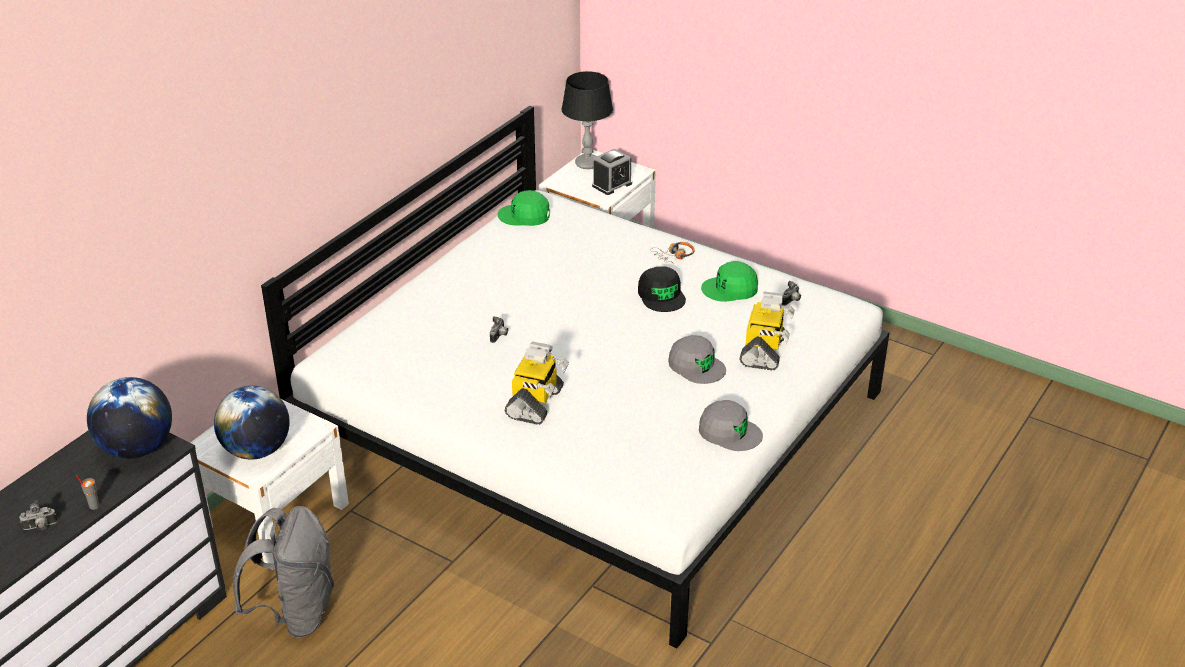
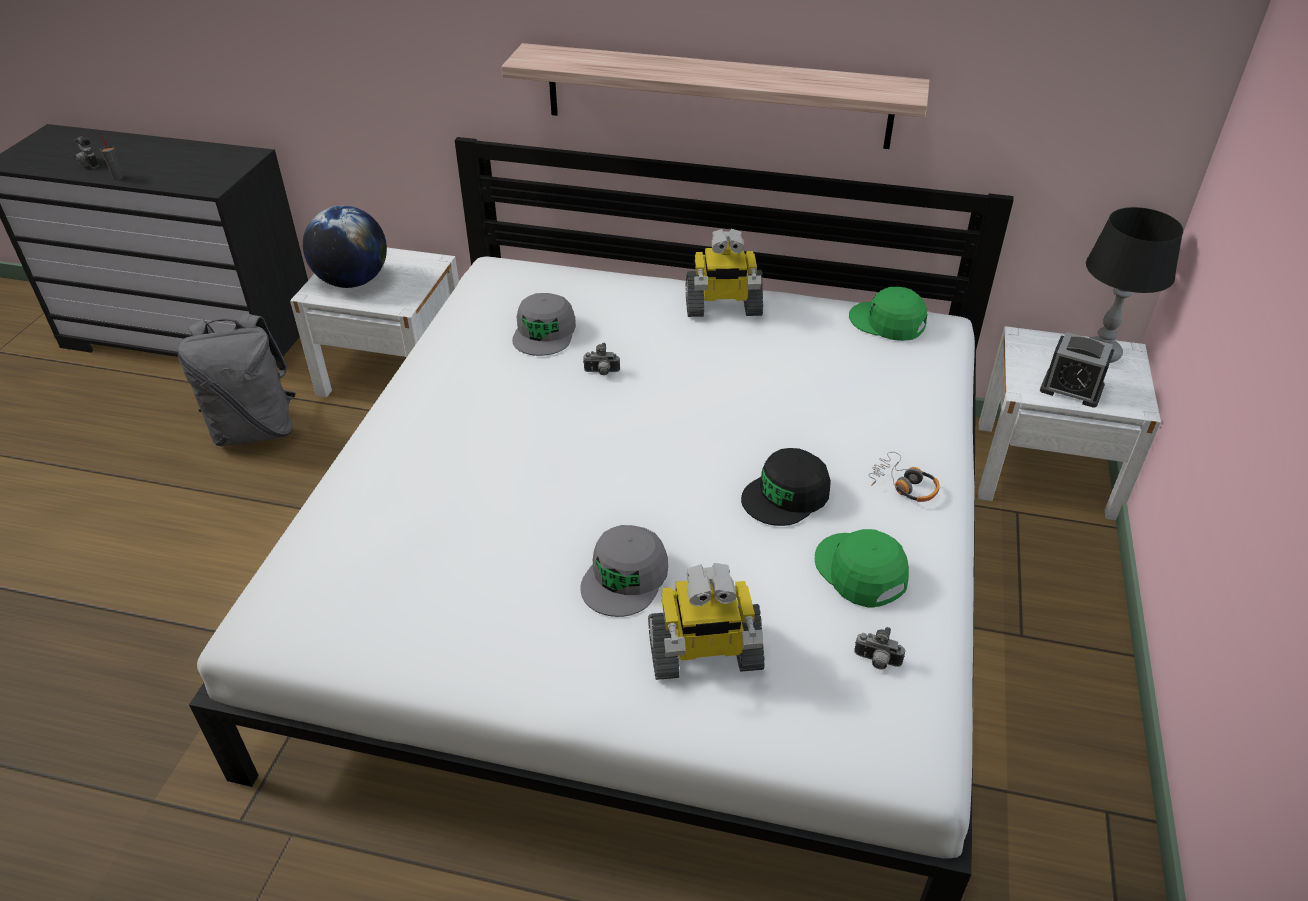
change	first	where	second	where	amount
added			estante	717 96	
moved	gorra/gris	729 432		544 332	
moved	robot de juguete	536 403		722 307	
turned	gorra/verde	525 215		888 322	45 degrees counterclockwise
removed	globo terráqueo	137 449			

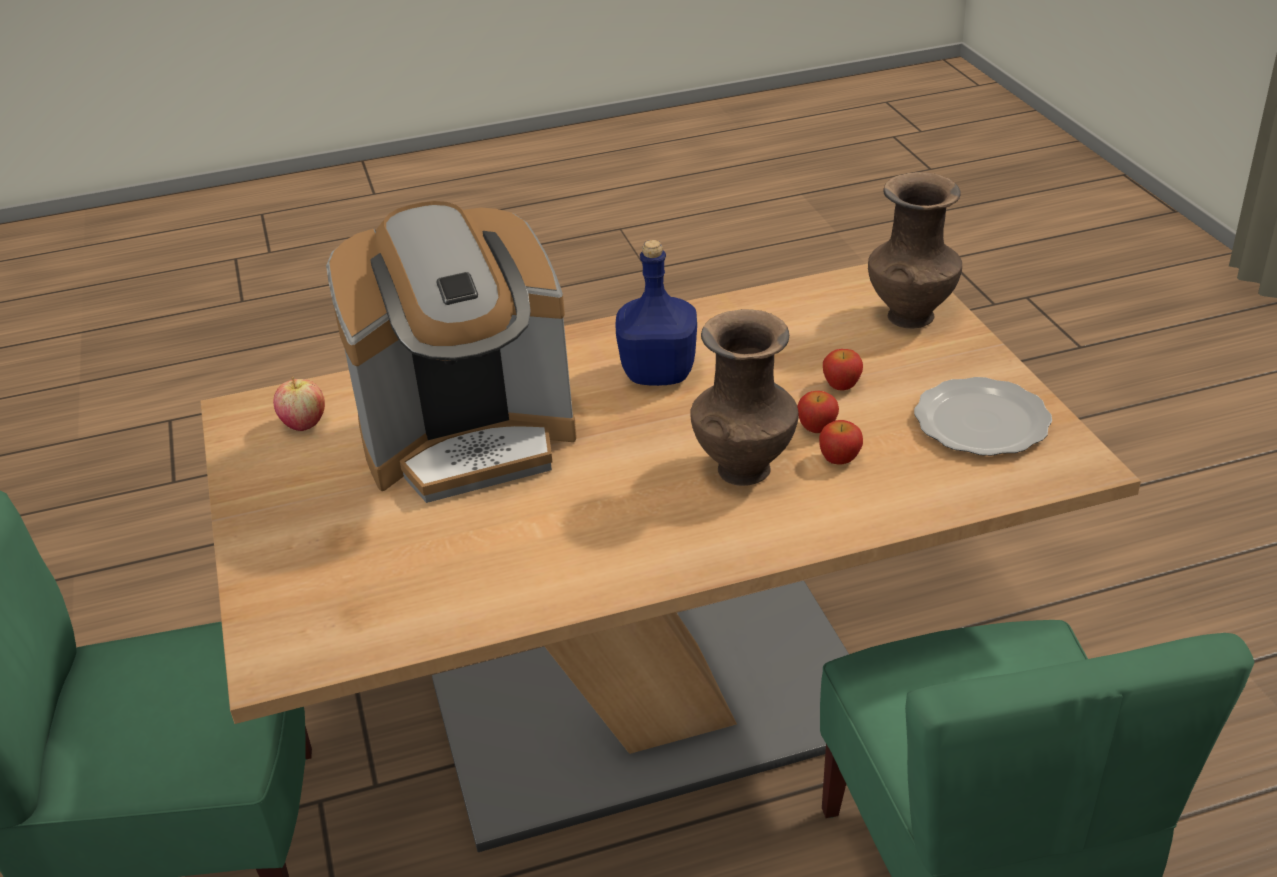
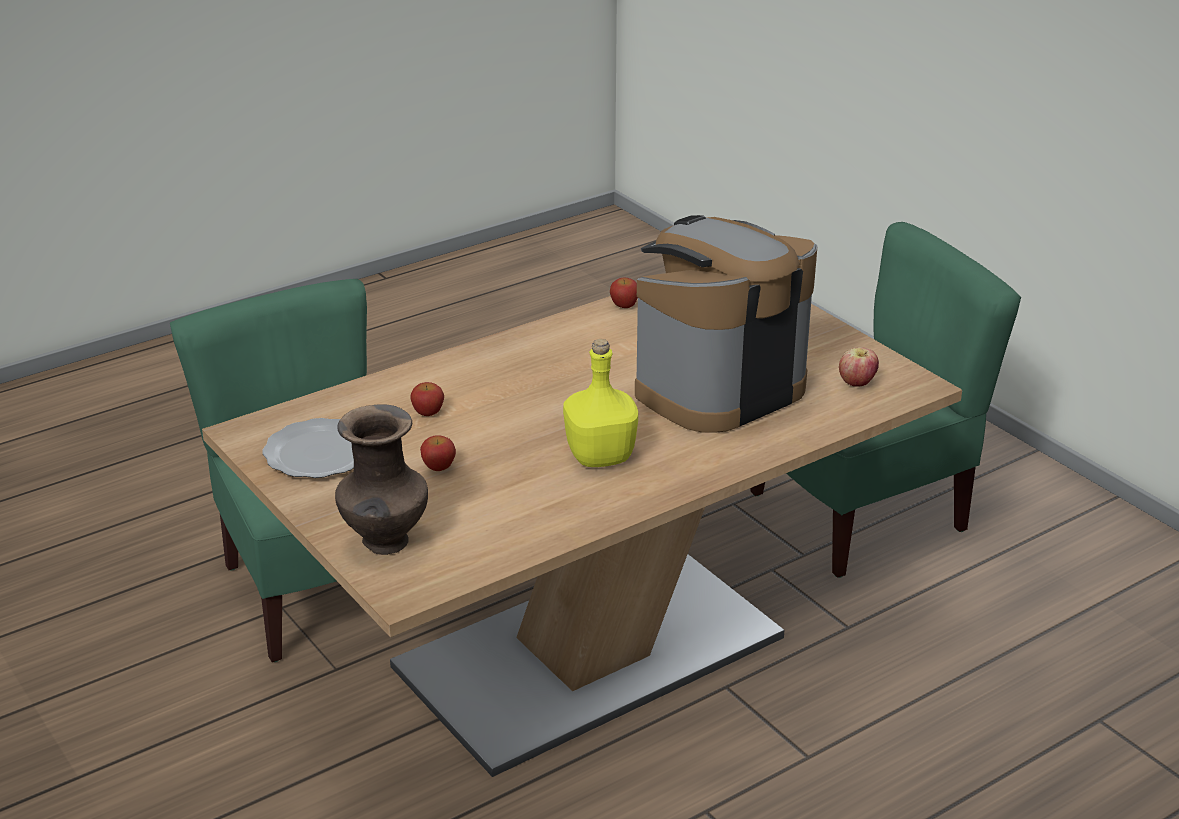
change	first	where	second	where	amount
recoloured	botella/azul	657 374	botella/amarillo	601 456	
moved	manzana	817 428		624 305	
removed	florero/marrón	745 468			

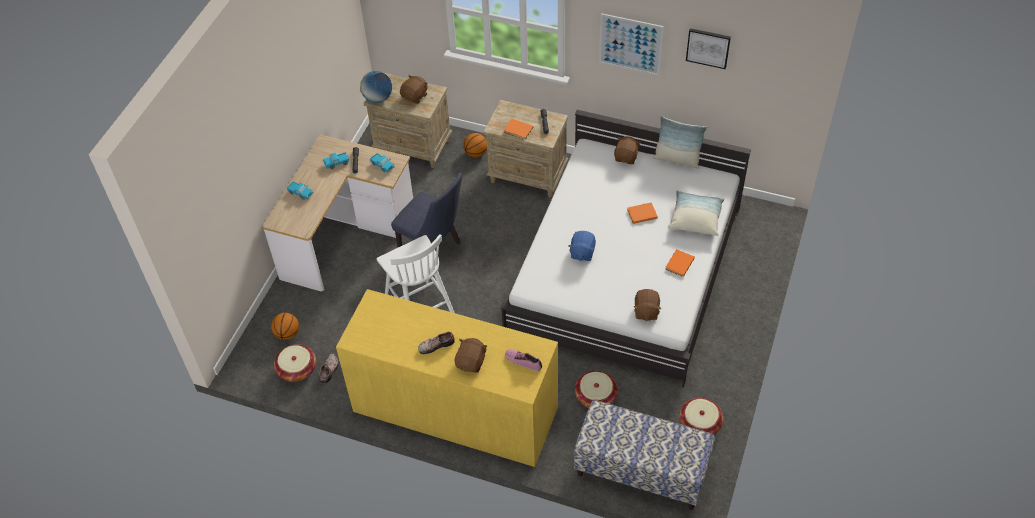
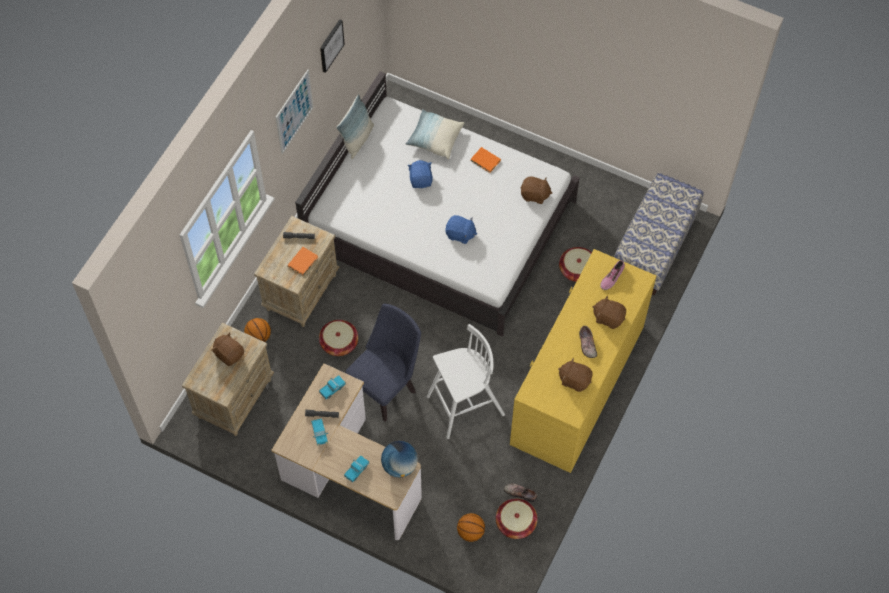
change	first	where	second	where	amount
moved	cesta	699 424		339 343	
moved	globo terráqueo	378 98		399 466	
replaced	libro/naranja	641 214	peluche/azul	421 180	
moved	peluche/marrón	626 157		574 380	

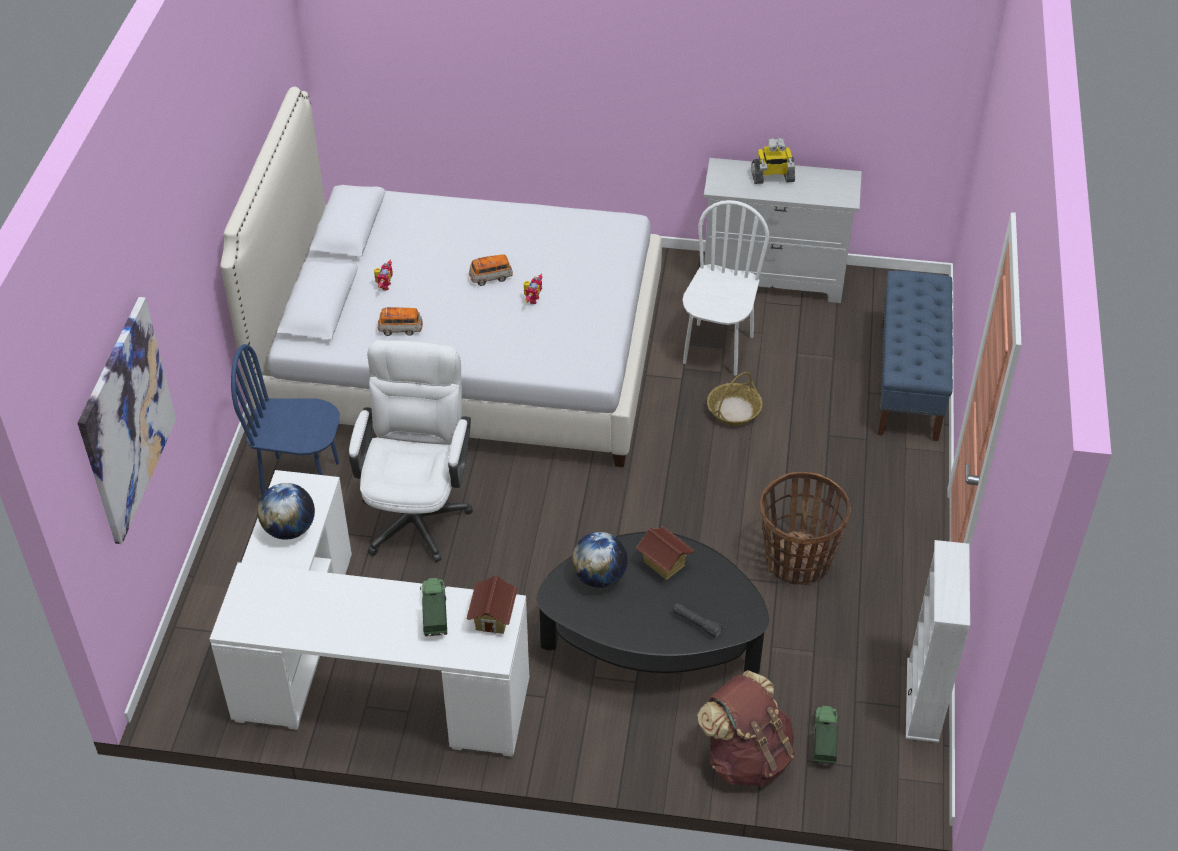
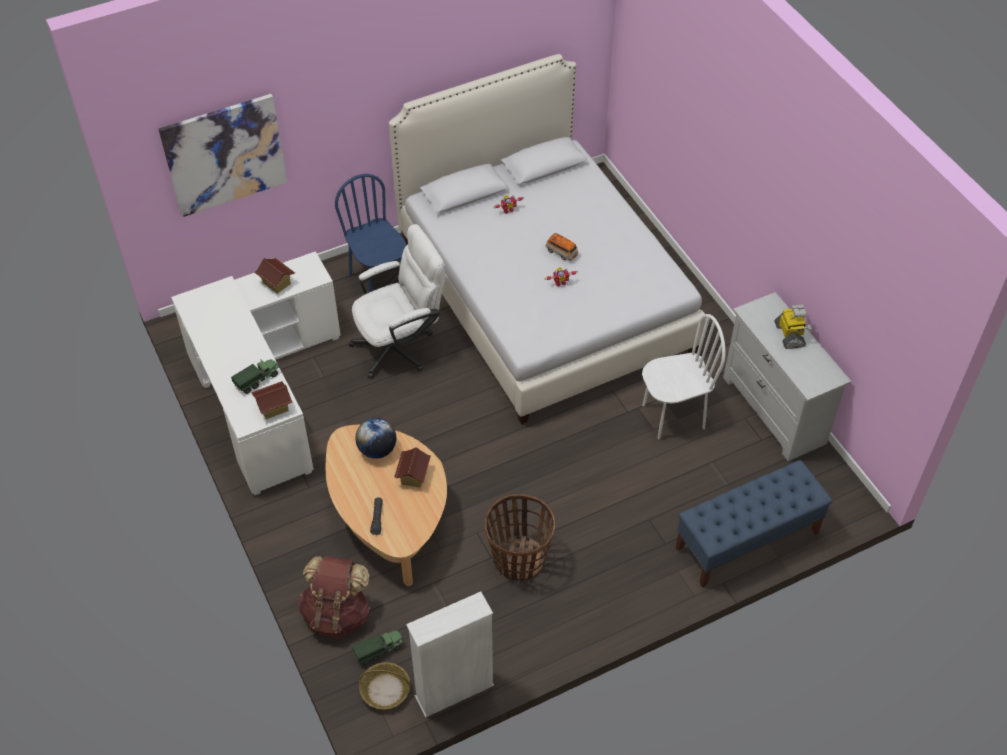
change	first	where	second	where	amount
replaced	globo terráqueo	289 529	casita	276 283	
recoloured	mesa de centro/negro	651 643	mesa de centro/beis	389 517	
moved	cesta	734 410		385 690	
turned	robot de juguete	772 177		790 335	150 degrees counterclockwise
removed	coche de juguete	400 329			

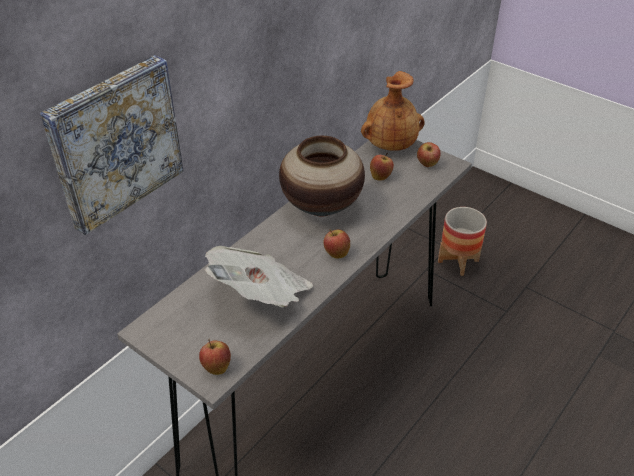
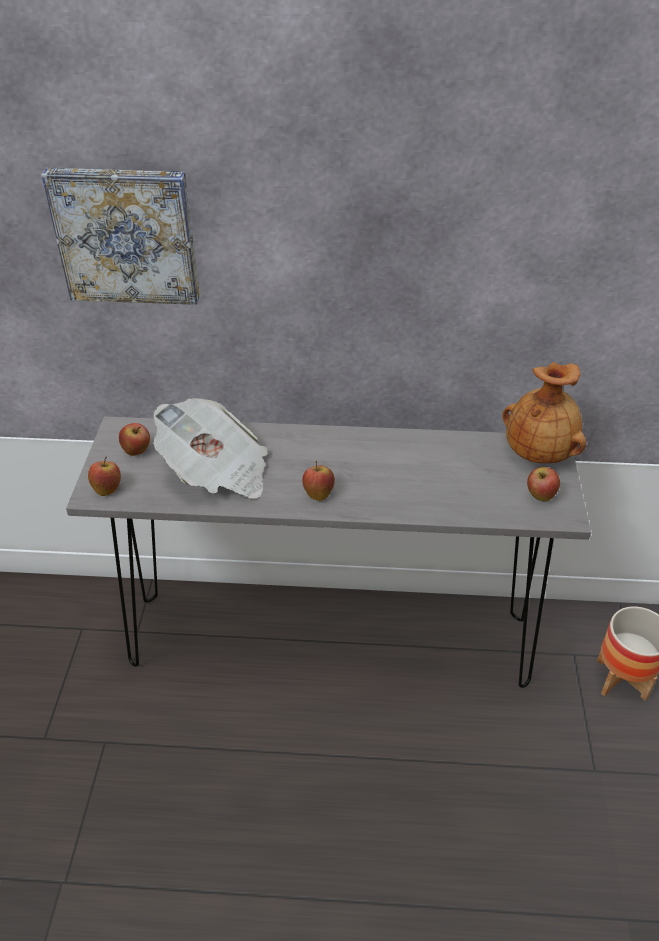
change	first	where	second	where	amount
moved	manzana	380 176		137 451	
removed	florero	321 206			

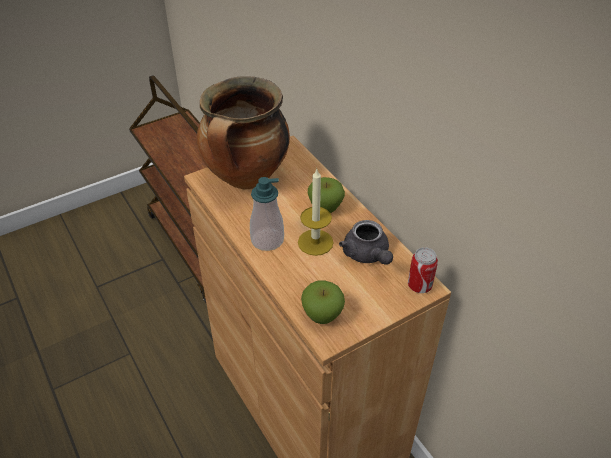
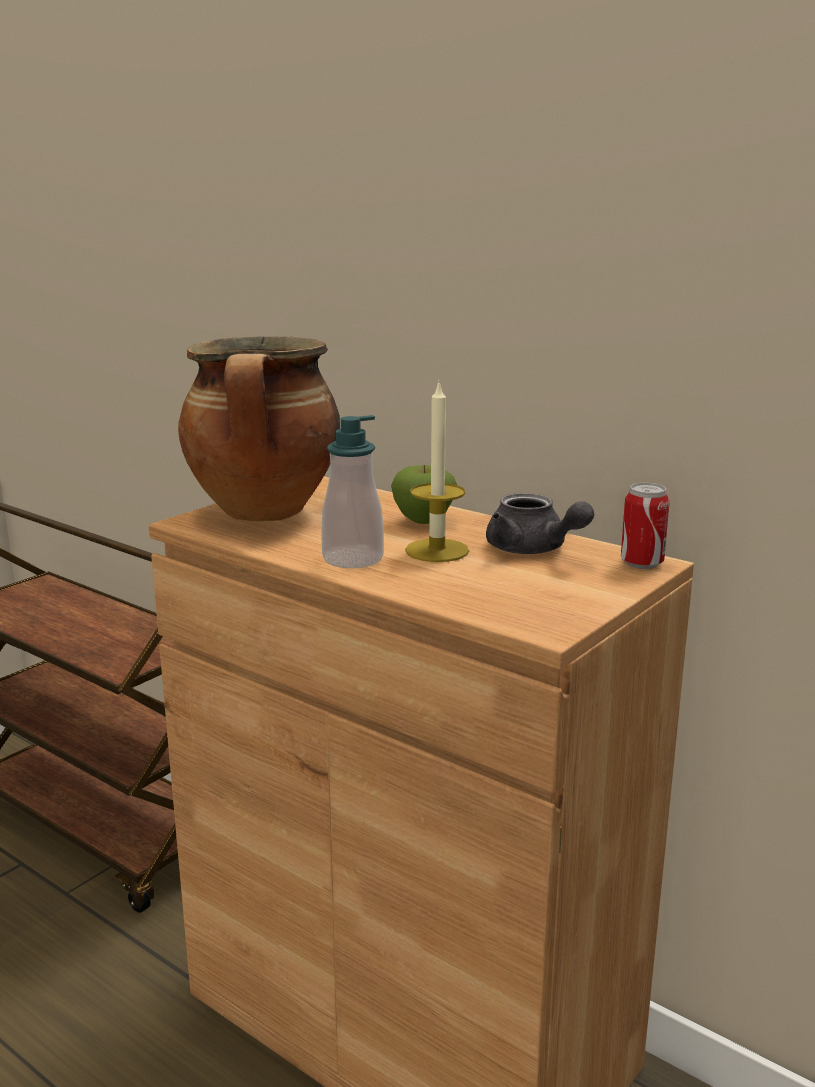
change	first	where	second	where	amount
removed	manzana	322 315			

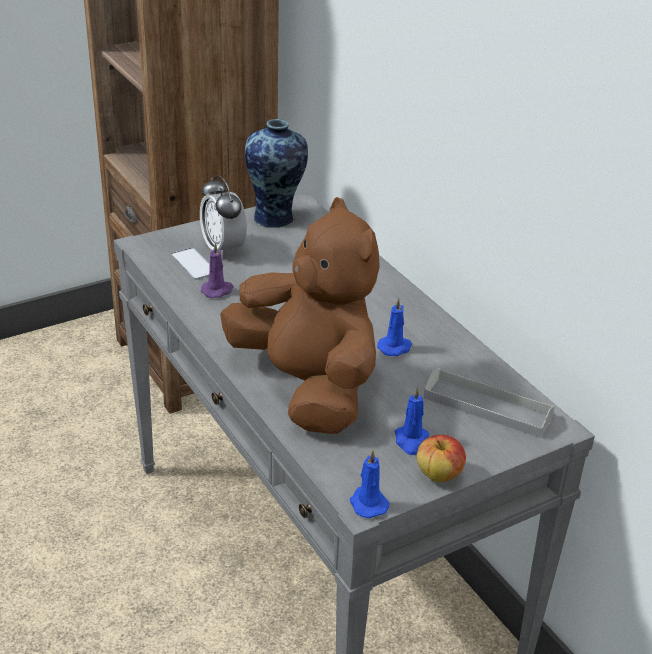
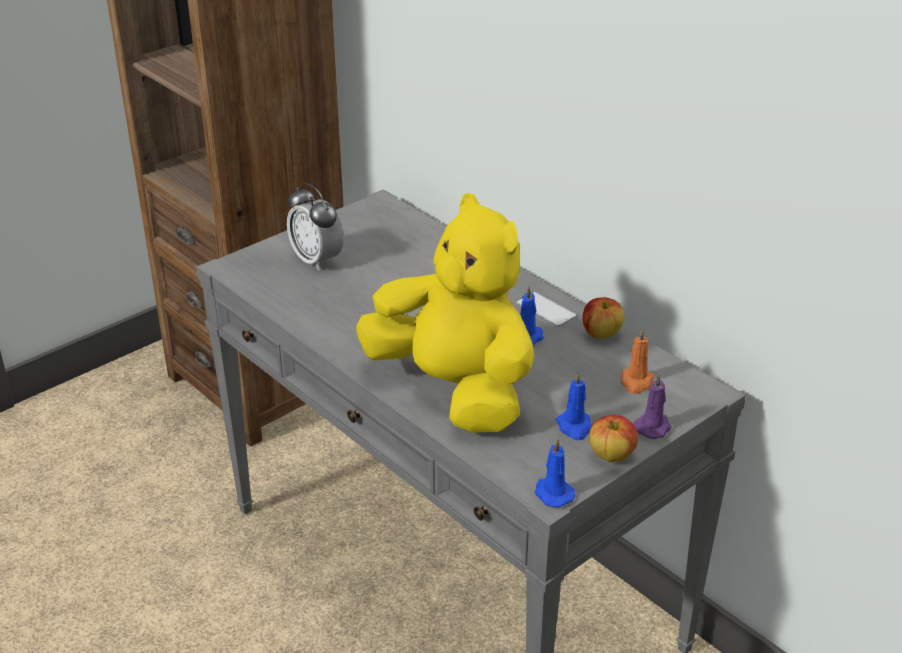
change	first	where	second	where	amount
recoloured	peluche/marrón	307 387	peluche/amarillo	454 390	
moved	móvil	194 264		545 309	
added			manzana	601 334	
replaced	bandeja/gris	487 406	vela/naranja	636 382	
moved	vela/morado	218 290		653 427	
removed	florero	276 218			

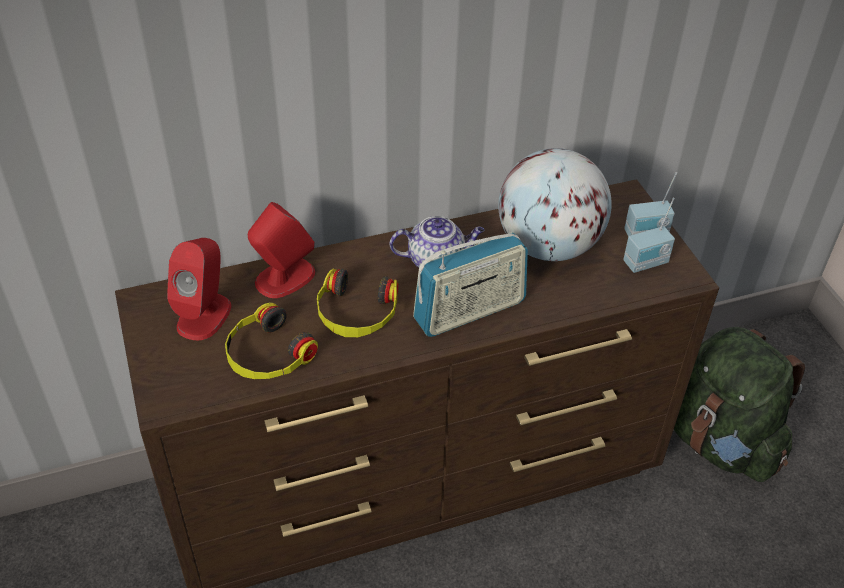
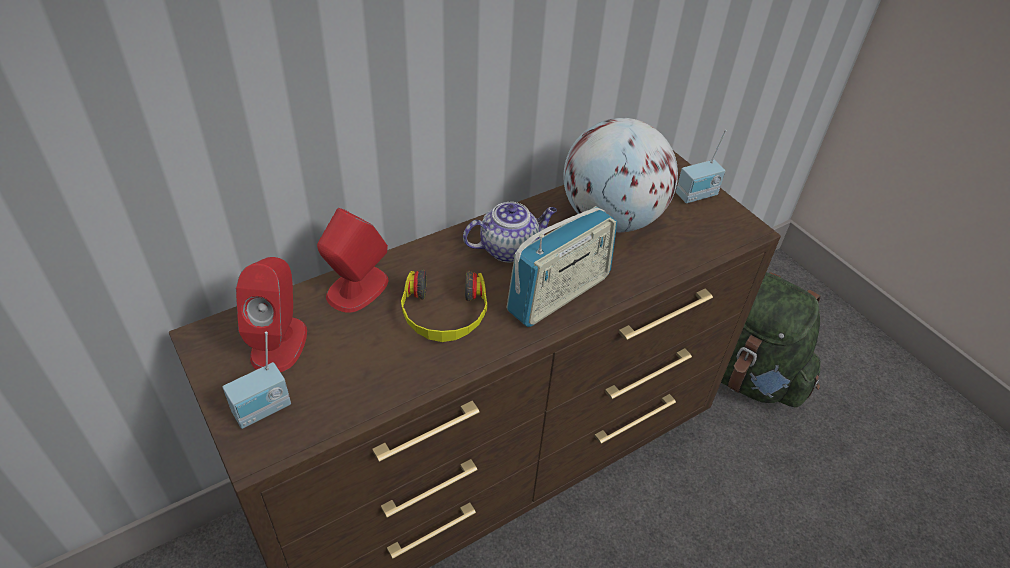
change	first	where	second	where	amount
moved	radio	646 264		263 410	
removed	auriculares	267 354			

